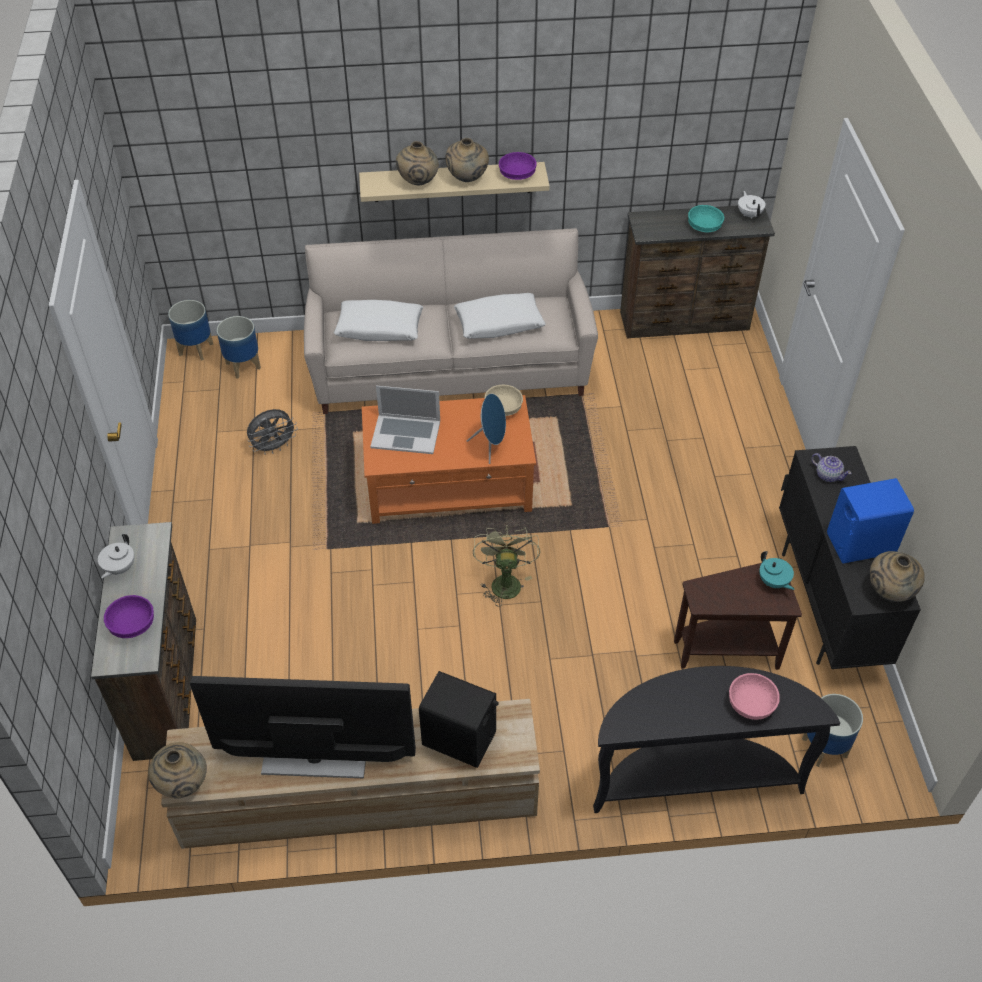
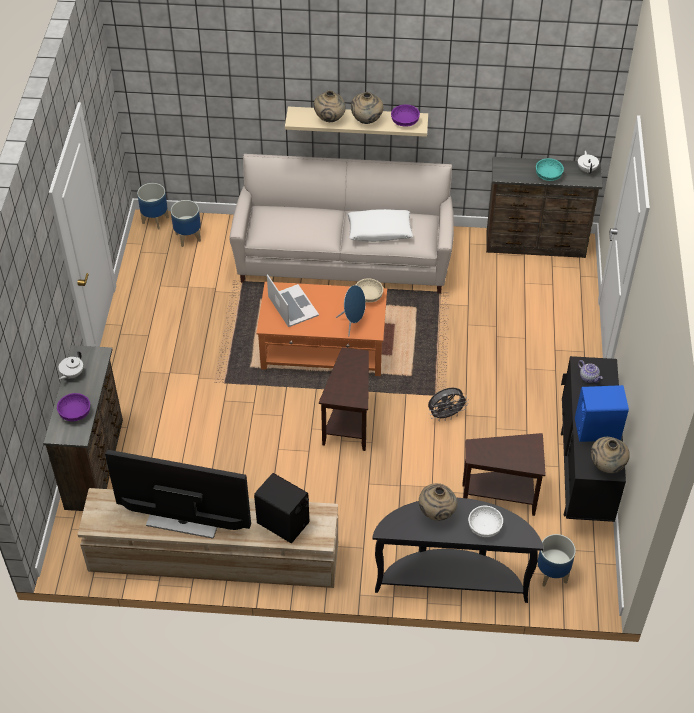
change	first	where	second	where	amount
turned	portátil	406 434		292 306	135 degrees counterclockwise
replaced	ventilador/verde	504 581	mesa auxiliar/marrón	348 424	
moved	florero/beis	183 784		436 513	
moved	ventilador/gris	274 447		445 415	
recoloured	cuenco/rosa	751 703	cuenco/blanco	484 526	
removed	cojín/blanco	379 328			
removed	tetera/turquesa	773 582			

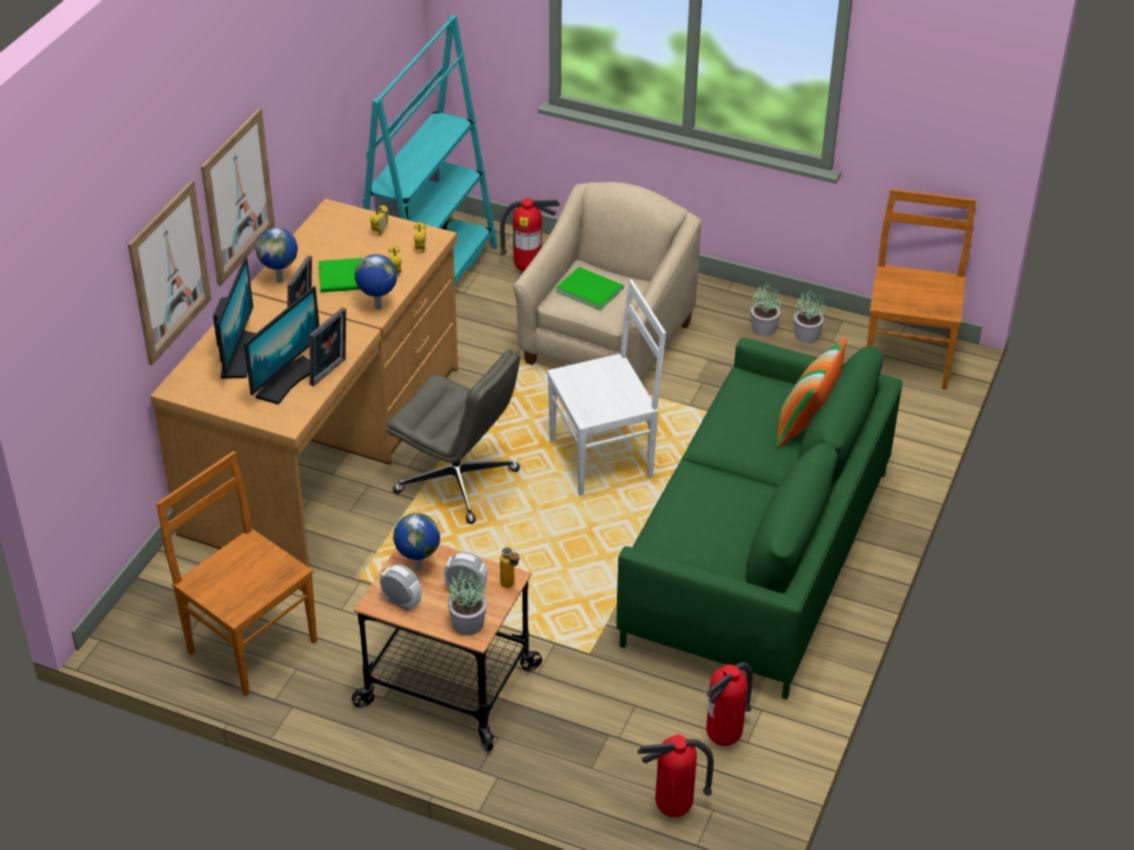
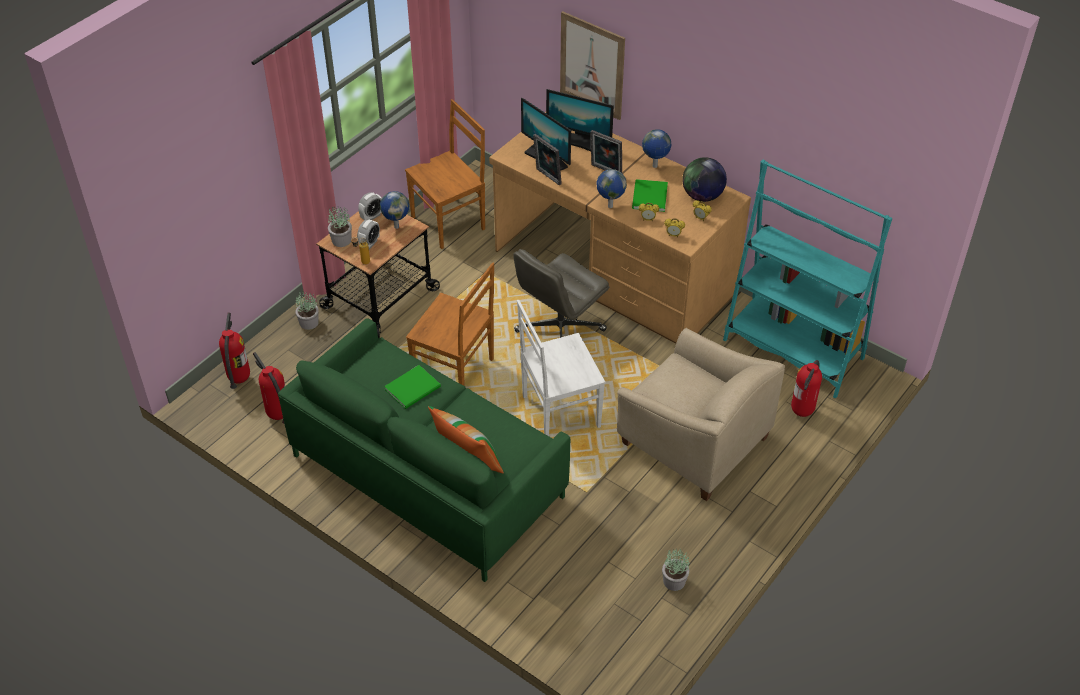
change	first	where	second	where	amount
moved	planta en maceta	764 328		309 323	
moved	libro/verde	589 288		414 388	
moved	silla/marrón	907 358		455 372	
turned	silla/blanco	604 458		558 412	75 degrees clockwise
added			globo terráqueo	702 196	
removed	cuadro	237 196			

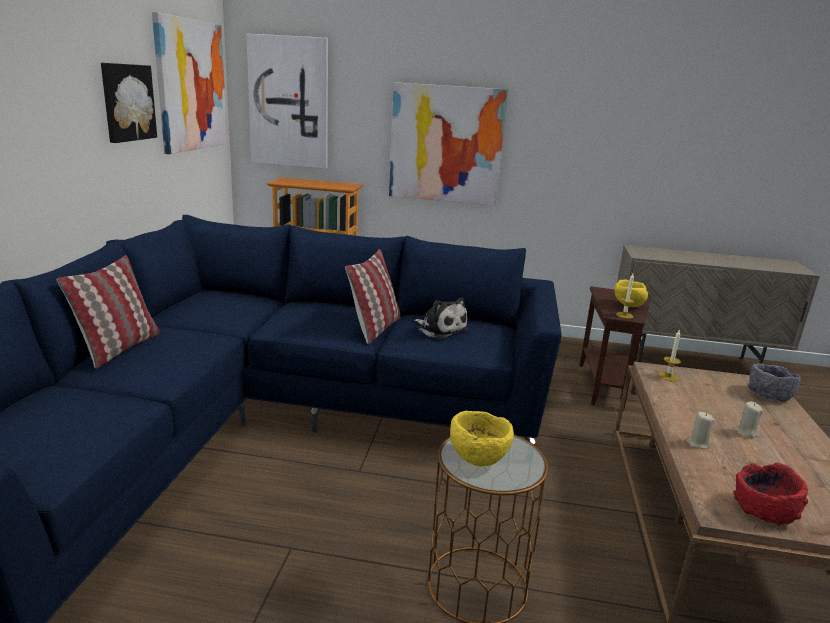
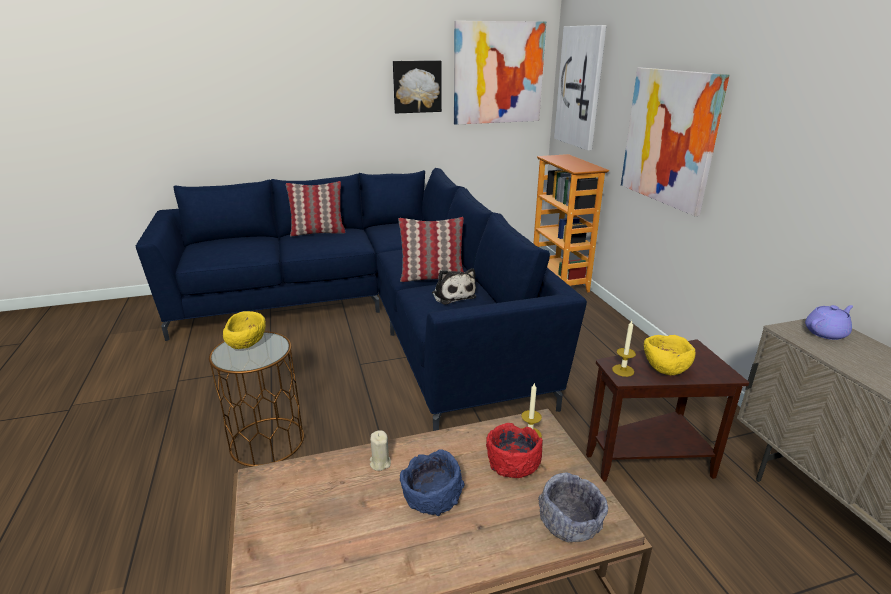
change	first	where	second	where	amount
replaced	vela/beis	745 433	cuenco/azul	432 498	
turned	peluche	440 329		453 295	45 degrees counterclockwise
moved	cuenco/rojo	764 510		512 464	
added			tetera/morado	826 333	

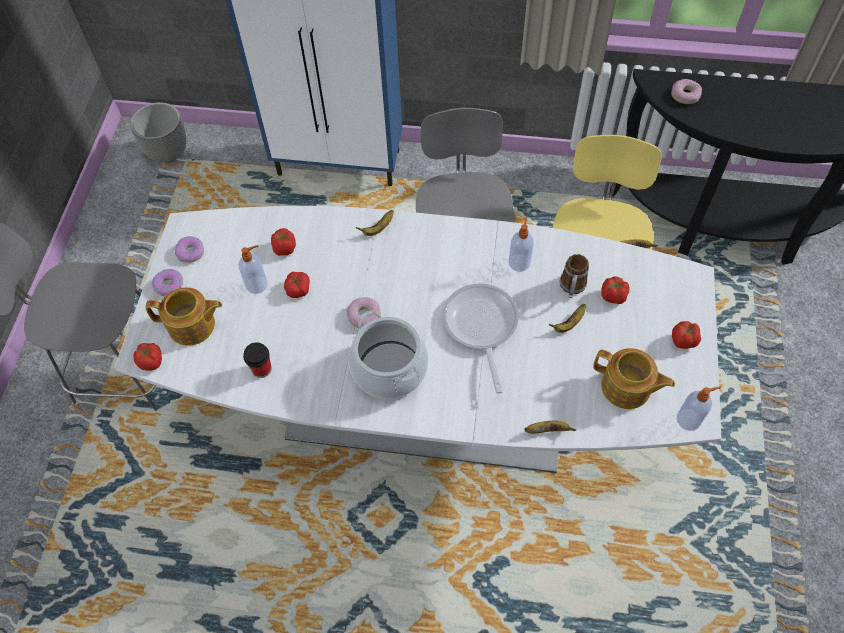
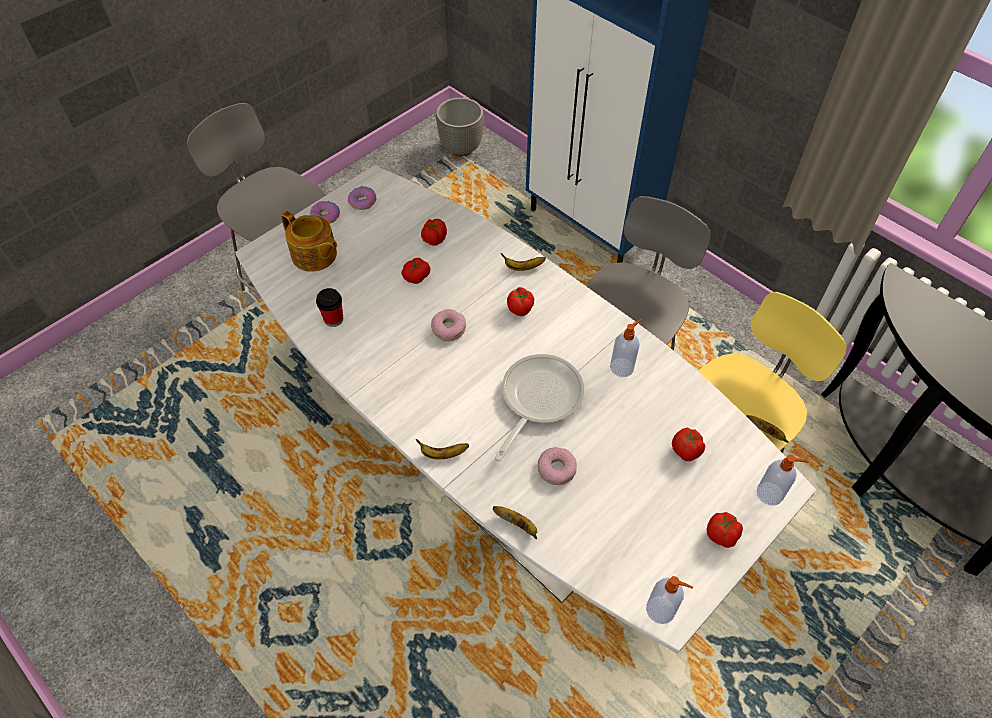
change	first	where	second	where	amount
moved	plátano	569 324		443 454	
moved	tomate	151 361		520 309	
moved	rosquilla	685 95		556 469	
moved	dispensador de jabón	257 284		770 494	
removed	olla	389 369			
removed	taza grande	572 288			
removed	tetera	627 388			

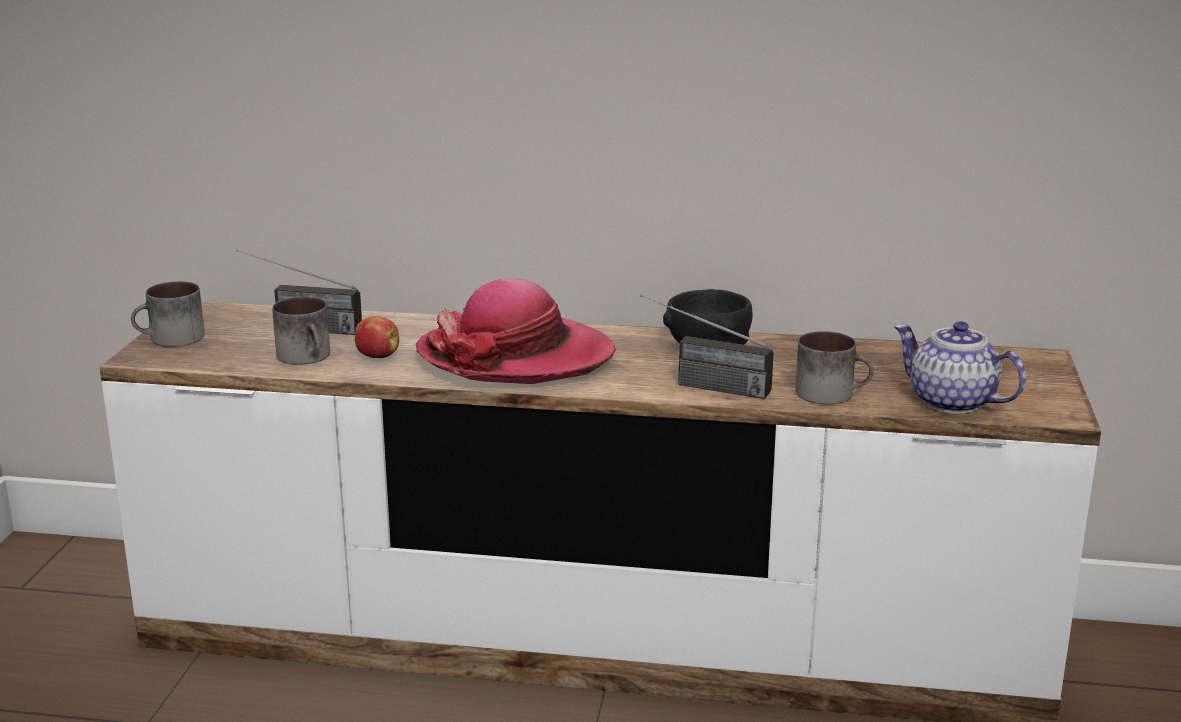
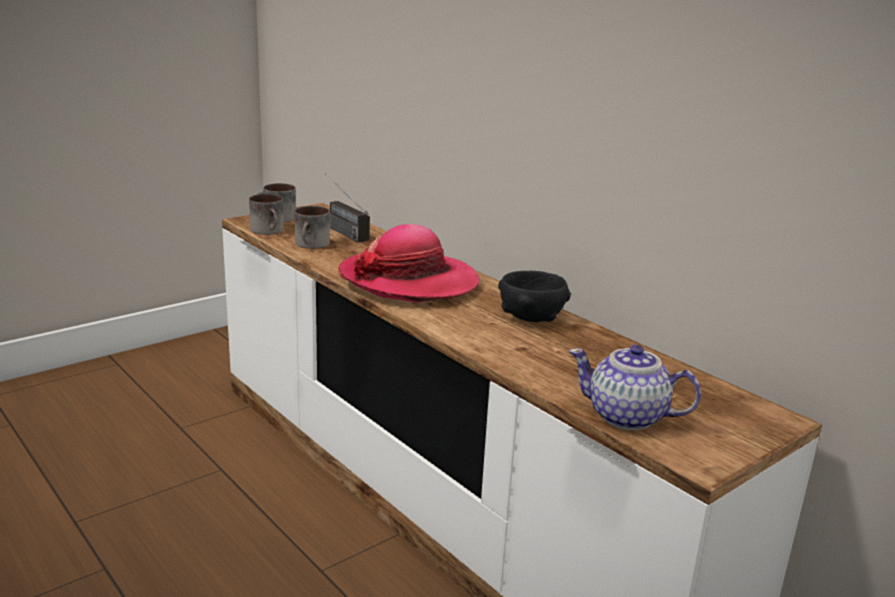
change	first	where	second	where	amount
moved	taza grande	832 393		270 230	
turned	tetera	953 402		627 417	60 degrees counterclockwise
removed	manzana	376 357			
removed	radio	700 385			

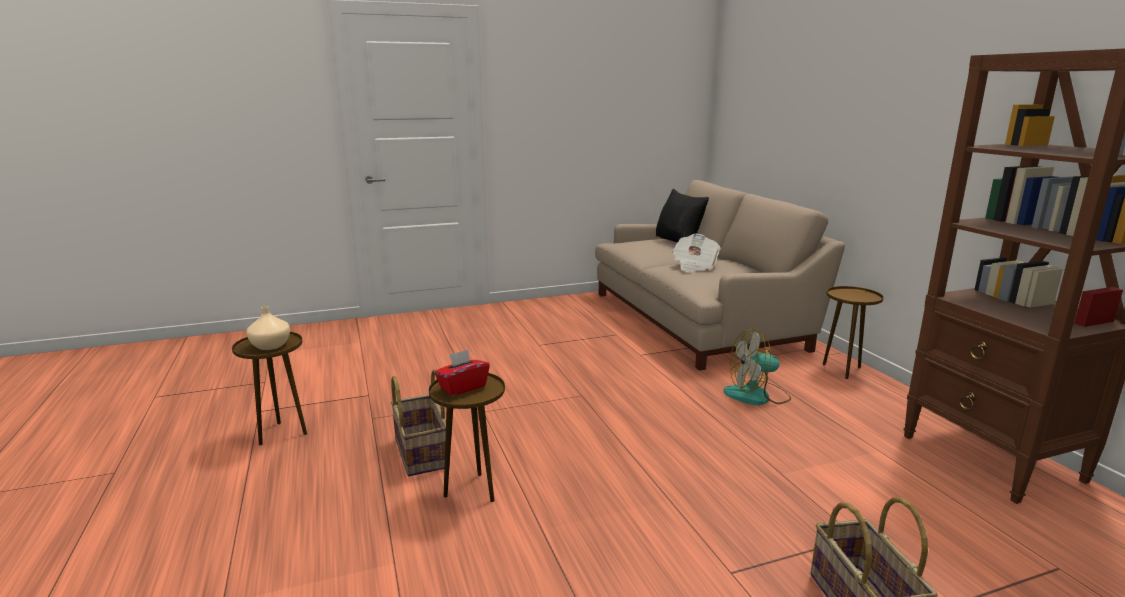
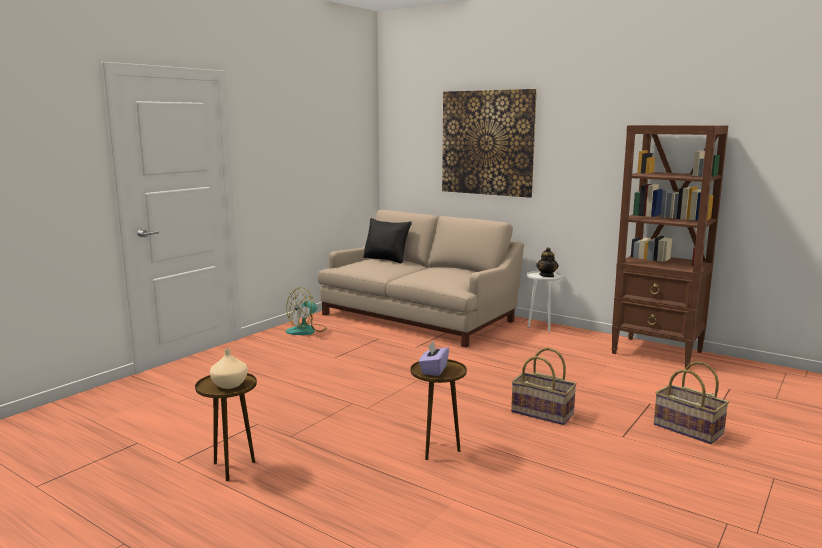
change	first	where	second	where	amount
moved	ventilador	757 396		306 330	
recoloured	caja de pañuelos/rojo	462 387	caja de pañuelos/morado	433 370	
added			cuadro	487 143	
moved	cesta	422 453		543 413	
recoloured	mesa auxiliar/marrón	843 370	mesa auxiliar/blanco	541 328	
added			tetera	547 275	
removed	periódico	694 266			

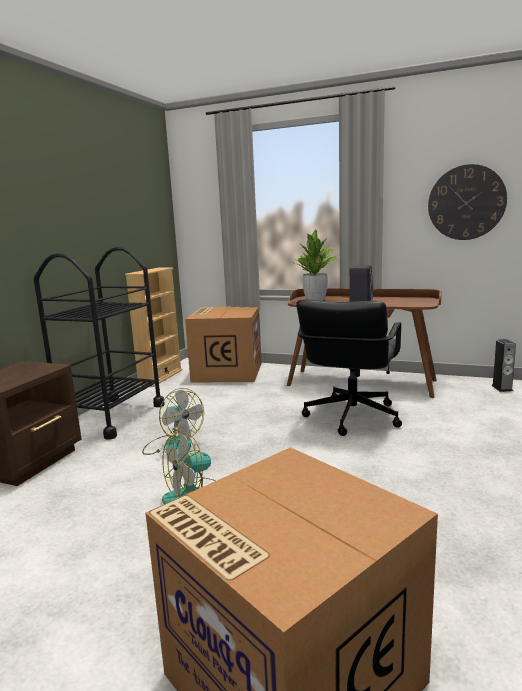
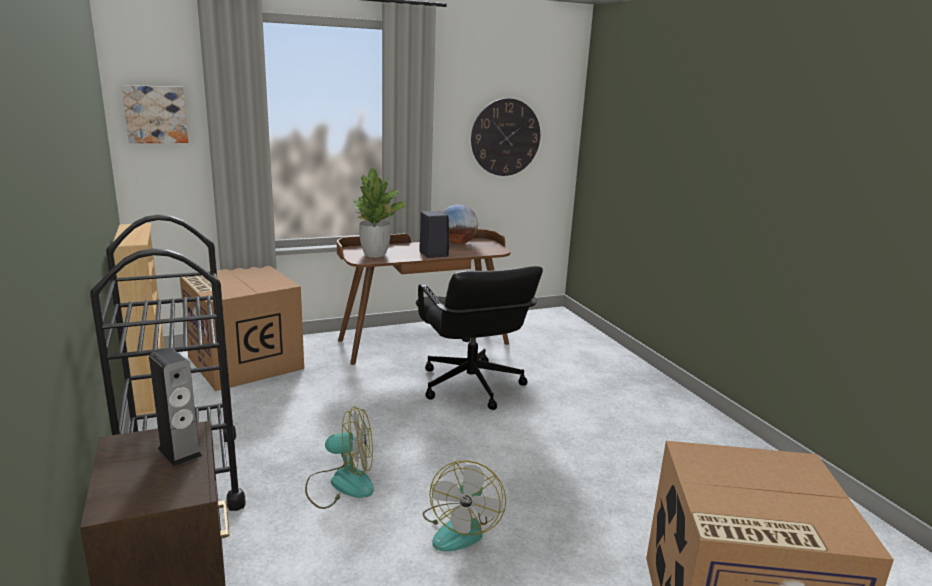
change	first	where	second	where	amount
added			cuadro	156 114	
moved	altavoz	502 388		180 452	
added			globo terráqueo	457 243	

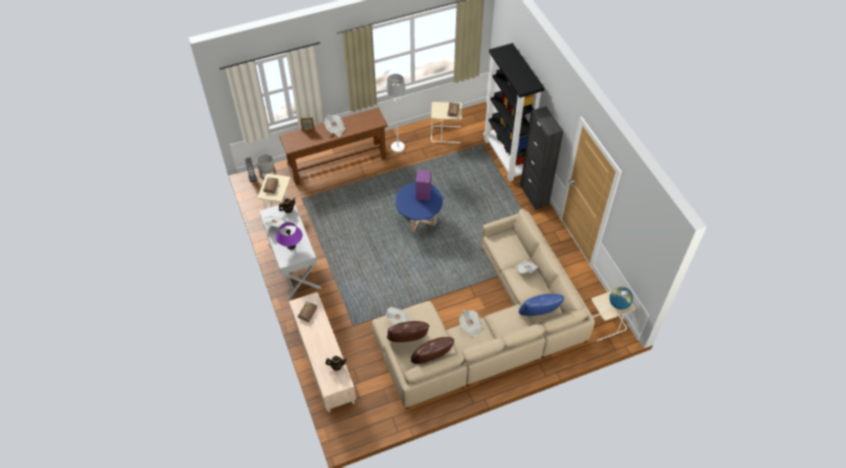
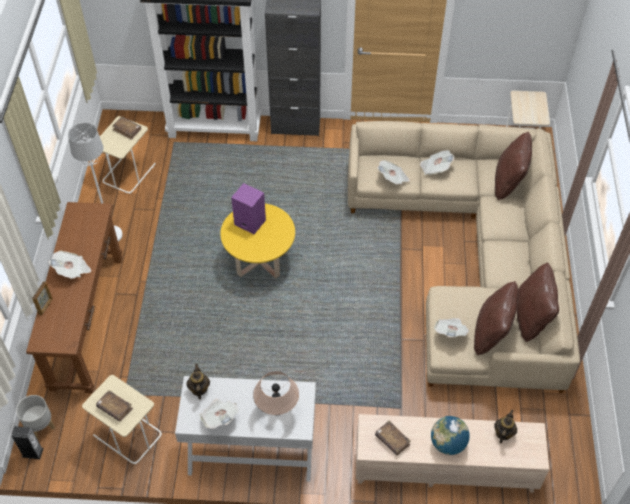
change	first	where	second	where	amount
recoloured	mesa de centro/azul	419 219	mesa de centro/amarillo	260 261	
recoloured	lámpara de mesa/morado	291 246	lámpara de mesa/beis	277 409	
moved	periódico	470 326		393 178	
moved	globo terráqueo	618 304		448 443	
recoloured	cojín/azul	538 314	cojín/marrón	508 183	

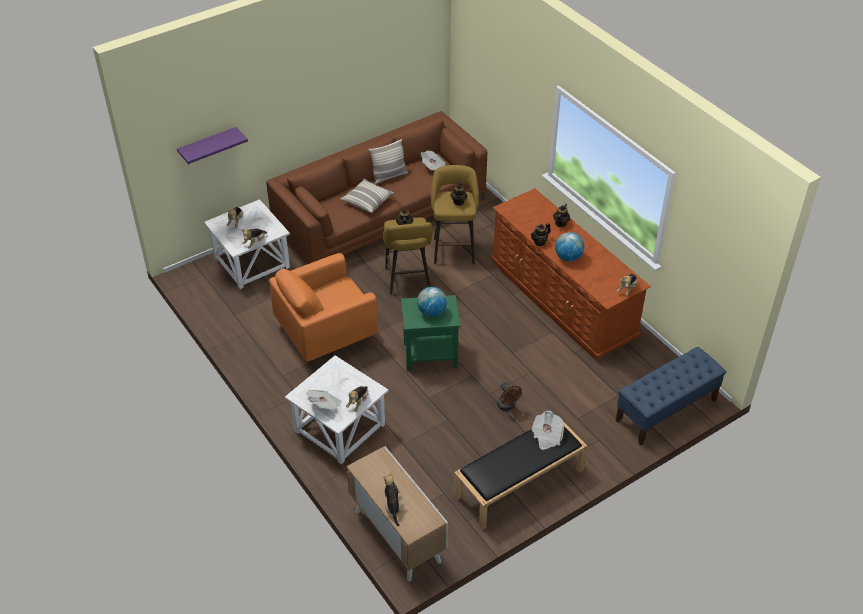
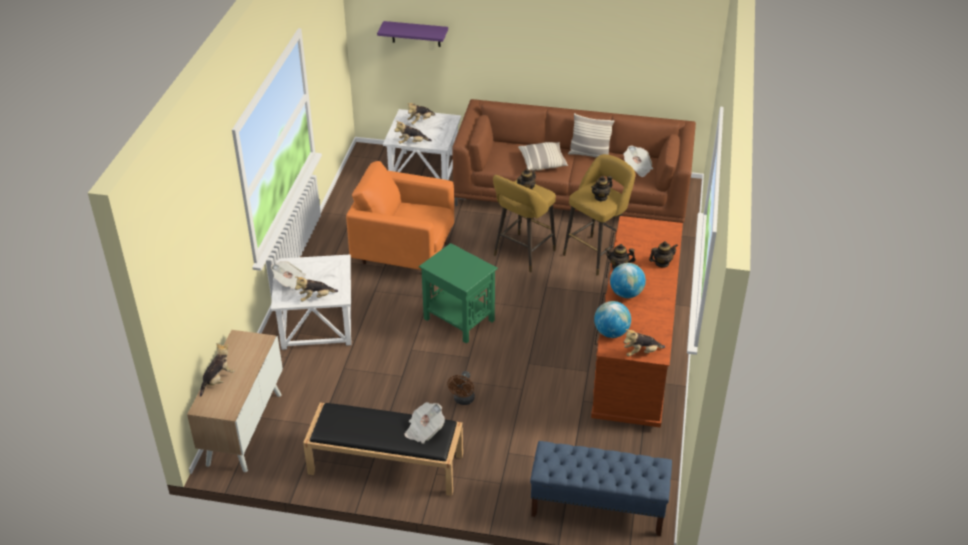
change	first	where	second	where	amount
moved	globo terráqueo	431 312		611 332	

